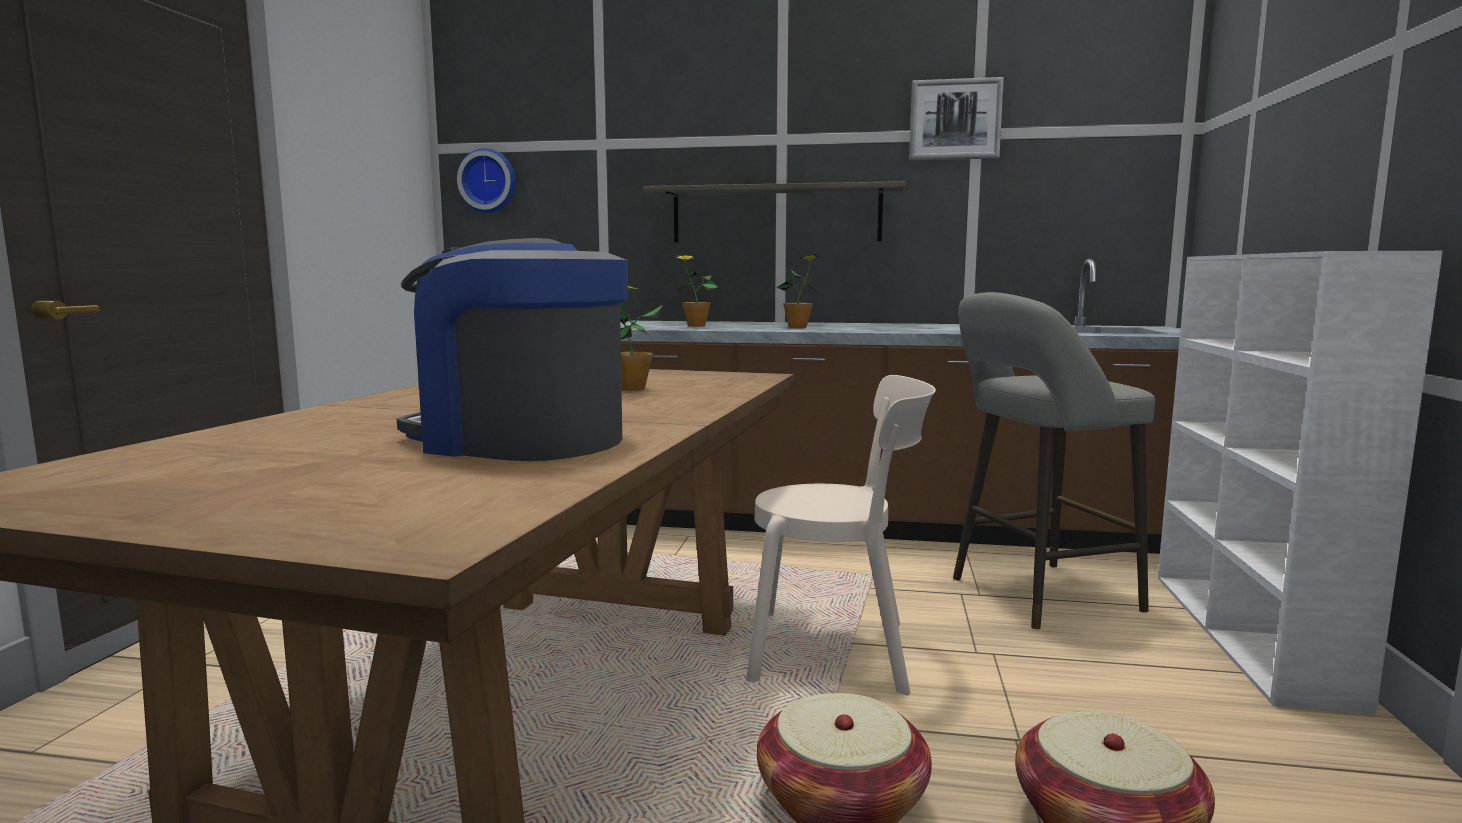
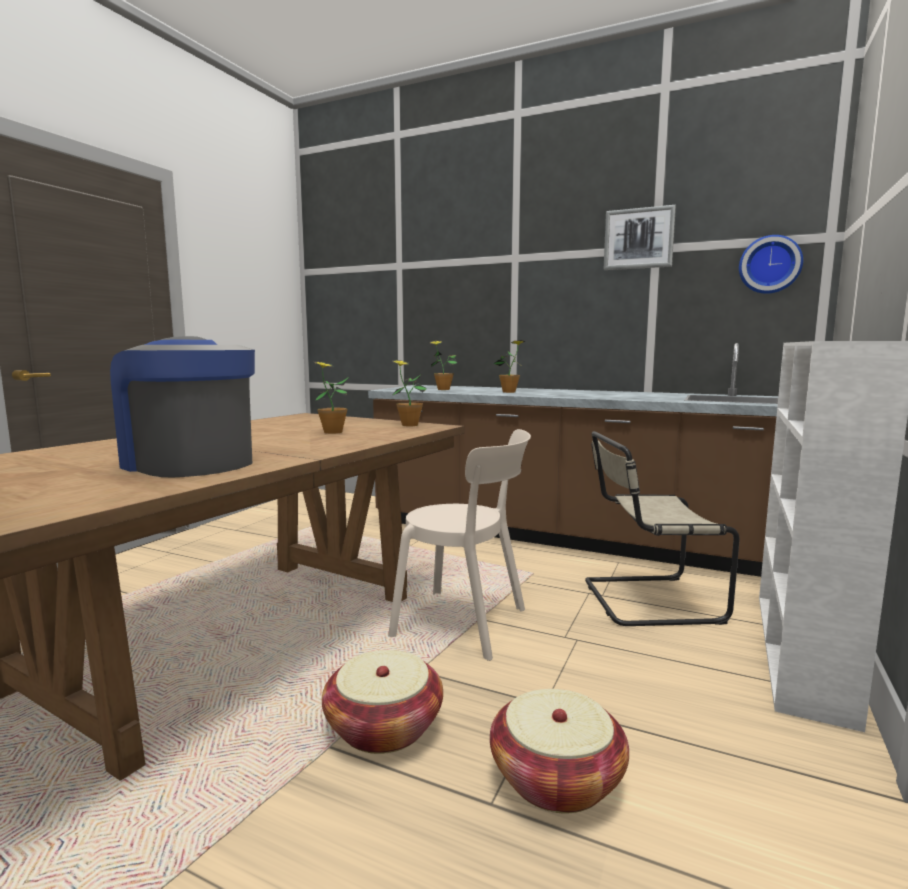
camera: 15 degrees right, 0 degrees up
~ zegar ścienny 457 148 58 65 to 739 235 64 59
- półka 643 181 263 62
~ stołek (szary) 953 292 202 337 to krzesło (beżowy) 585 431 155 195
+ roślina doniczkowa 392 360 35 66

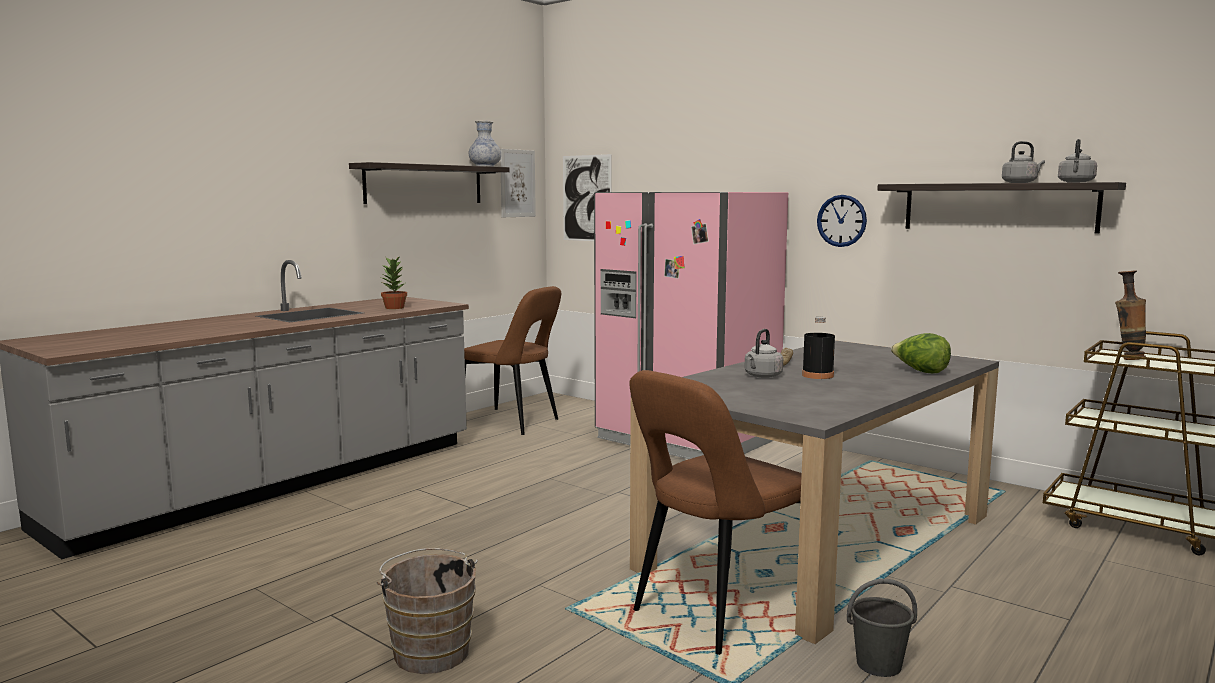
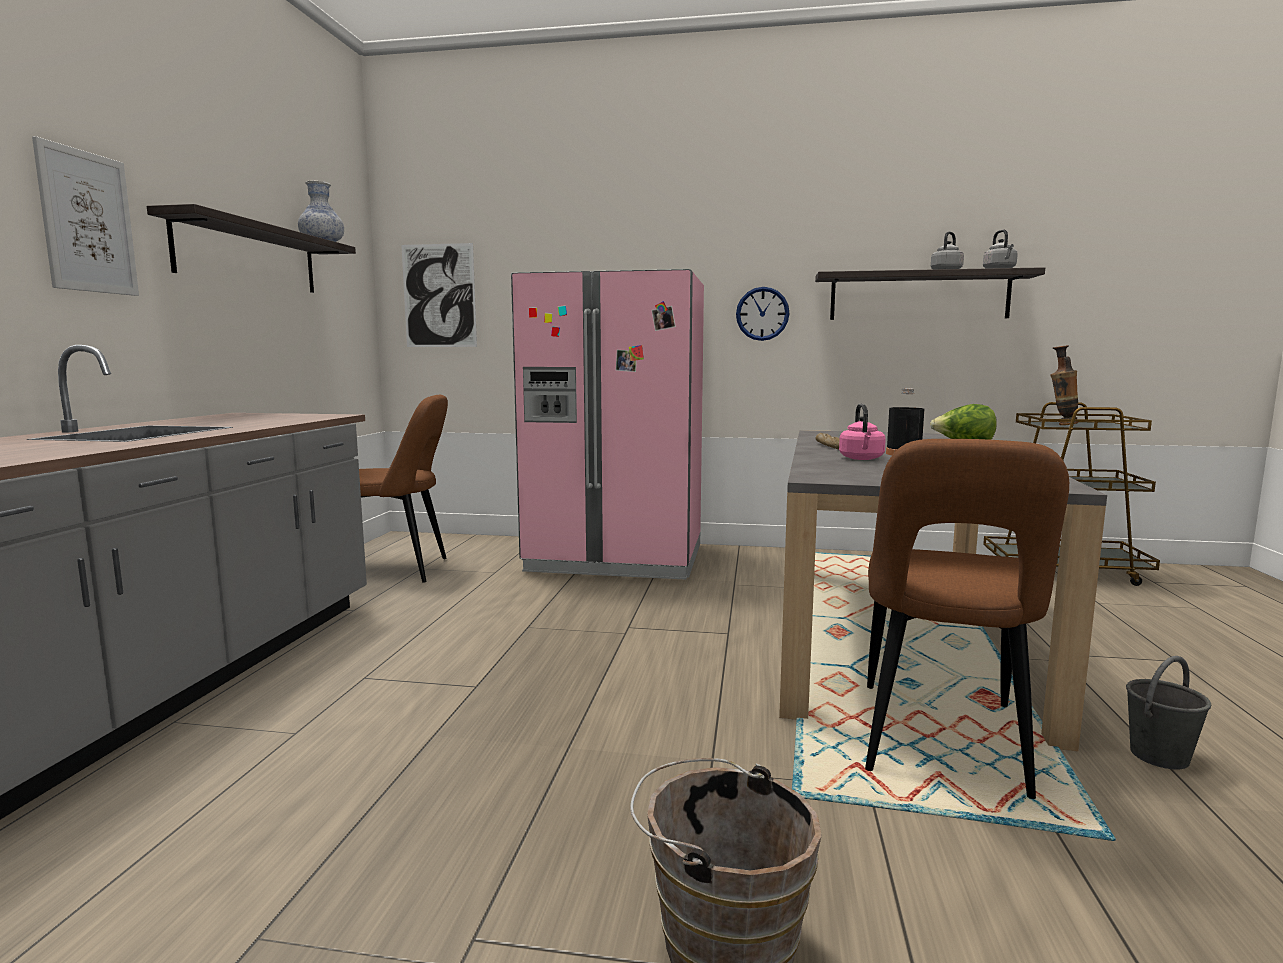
camera: 30 degrees left, 0 degrees up
- roślina doniczkowa 380 257 27 52
~ obraz 500 149 36 68 to 32 136 107 160
~ czajnik (szary) 745 329 38 49 to czajnik (różowy) 839 404 47 56

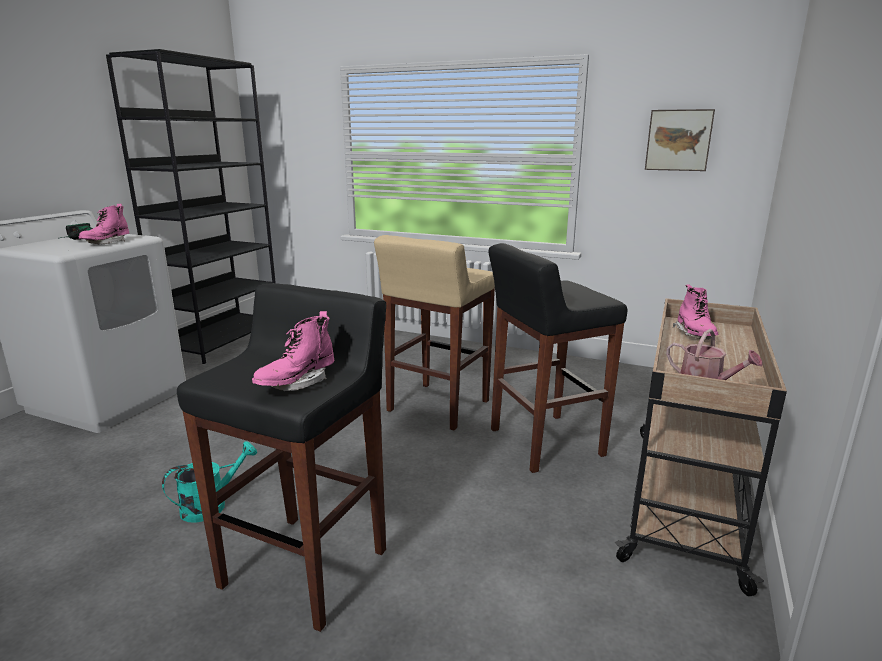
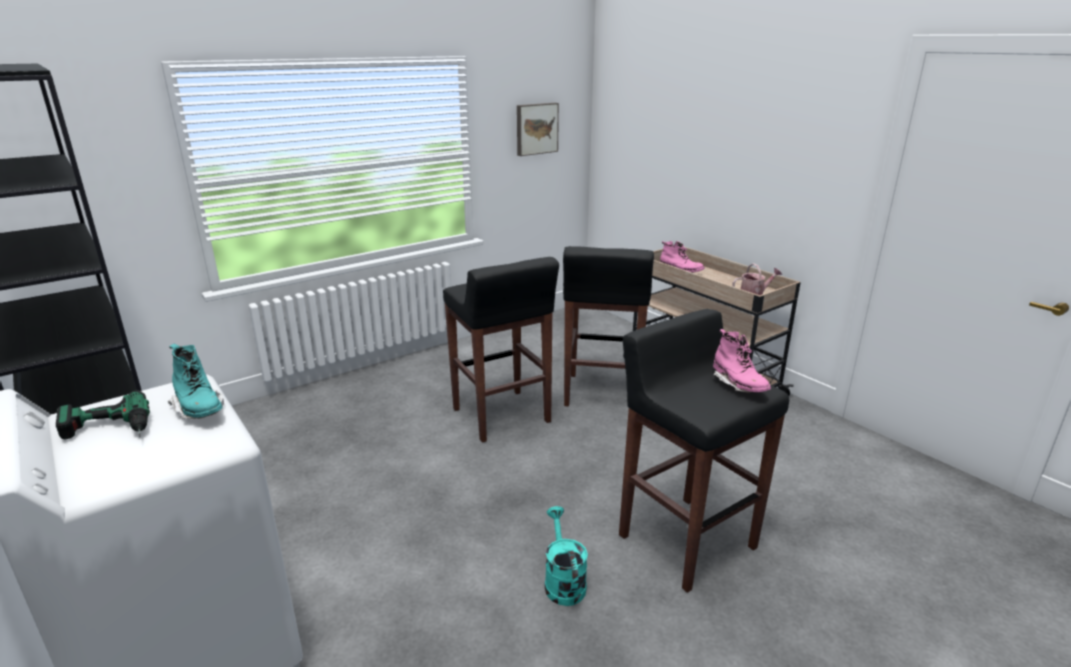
camera: 60 degrees left, 5 degrees up
~ but z cholewką (różowy) 78 204 51 41 to but z cholewką (turkusowy) 168 344 56 75
~ stołek (beżowy) 374 235 121 196 to stołek (czarny) 443 257 116 186

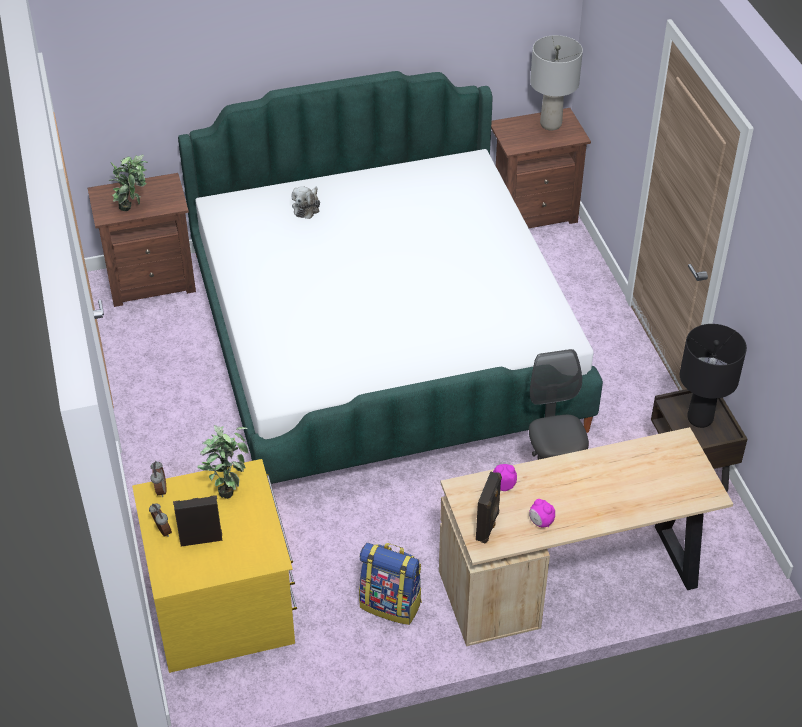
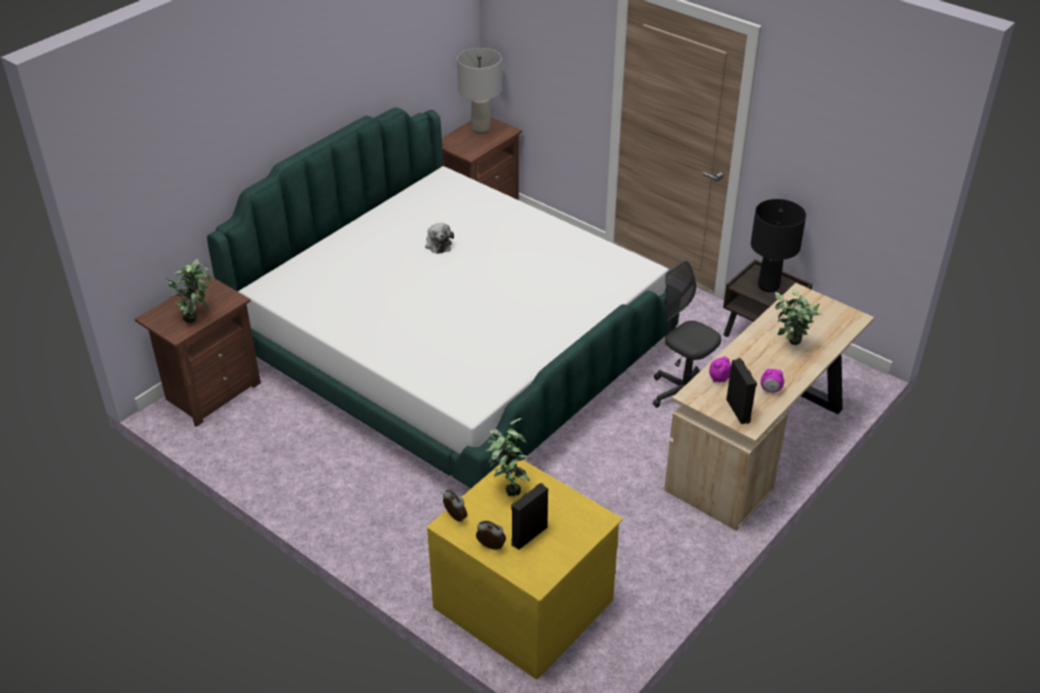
camera: 35 degrees left, 5 degrees down
~ pluszak 292 186 28 33 to 425 223 29 31
- plecak 359 543 63 82
+ roślina doniczkowa 775 290 47 55

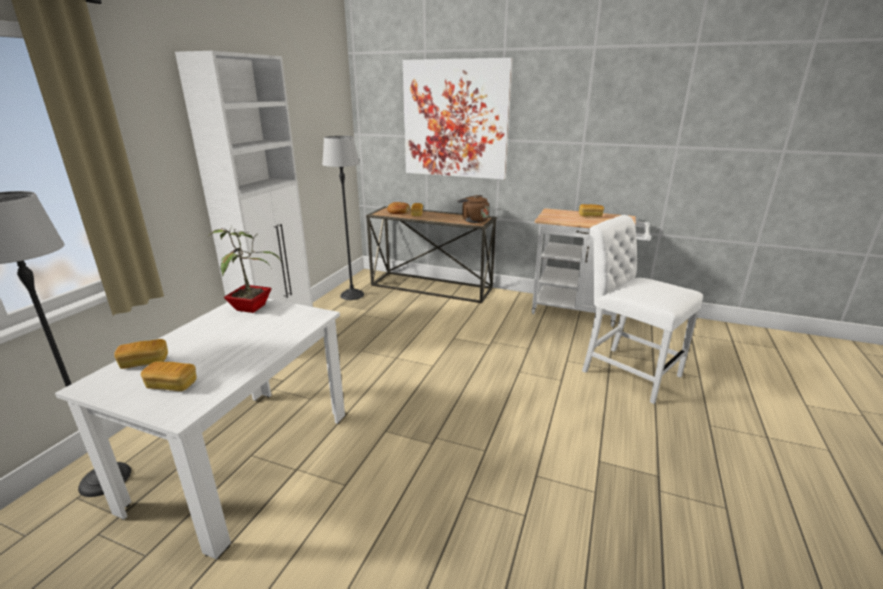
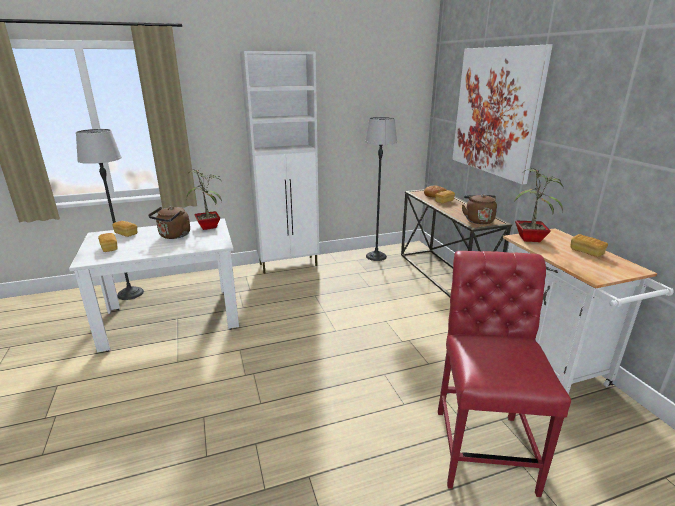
camera: 50 degrees right, 0 degrees up
~ krzesło (biały) 582 215 121 189 to krzesło (czerwony) 438 251 133 246
+ czajnik (brązowy) 148 207 42 32
+ roślina doniczkowa 514 168 49 74

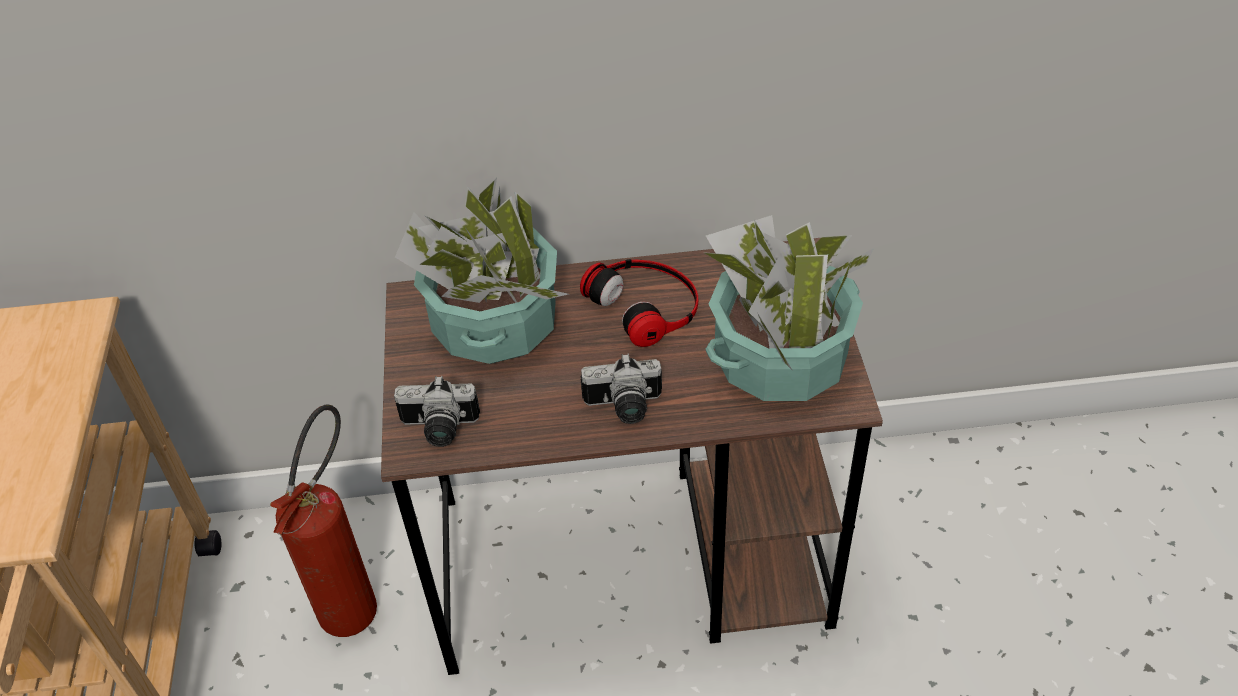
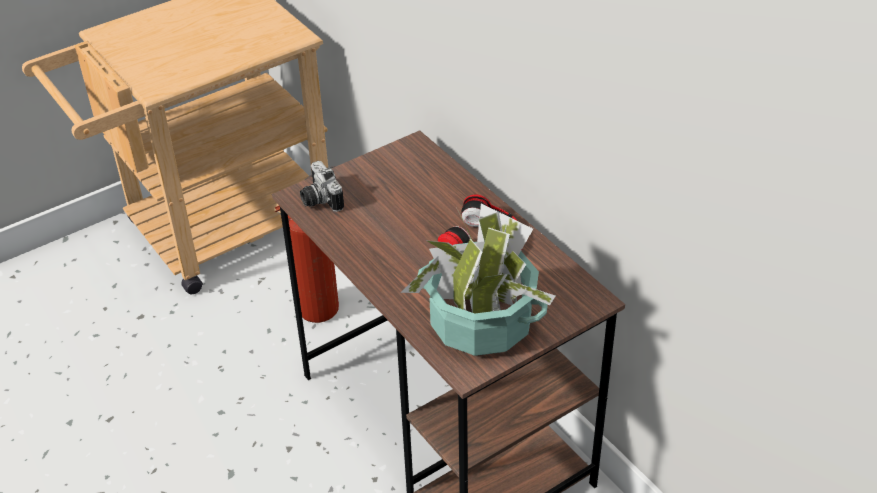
camera: 60 degrees right, 5 degrees down
- roślina doniczkowa 395 178 174 186
- aparat fotograficzny 581 353 81 71

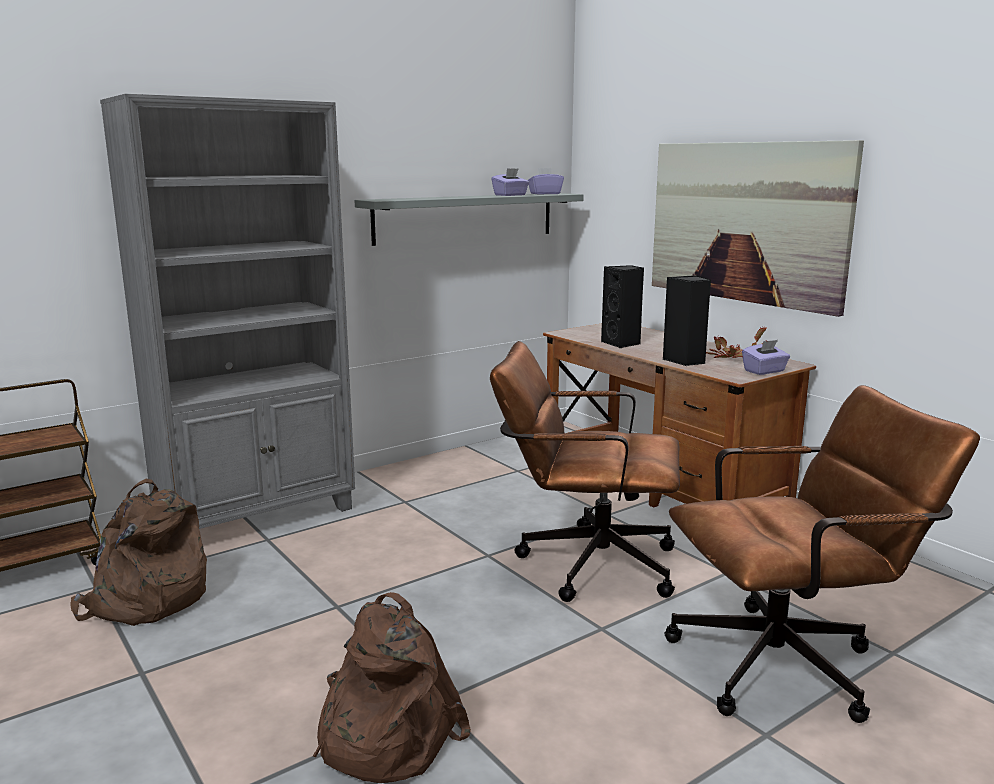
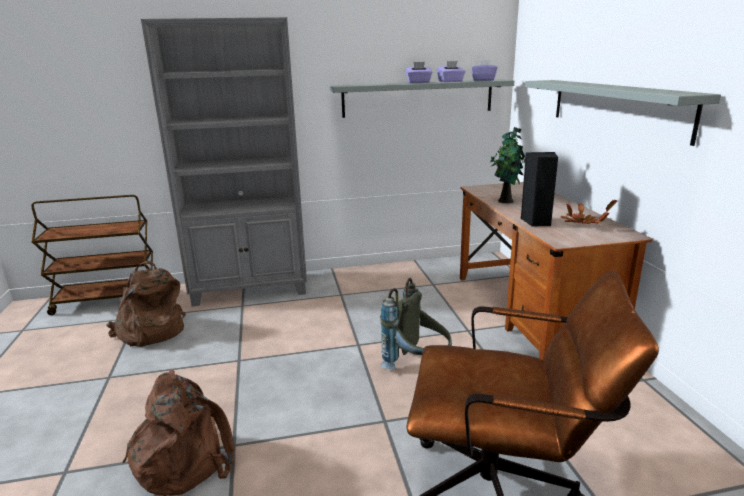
camera: 25 degrees right, 5 degrees up
~ krzesło biurowe (brązowy) 490 341 190 261 to plecak (szary) 380 278 72 92
~ głośnik (czarny) 601 265 43 83 to roślina doniczkowa 490 127 35 76
~ obraz 652 140 212 177 to półka (szary) 525 80 196 66
~ pudełko chusteczek (fioletowy) 742 340 48 35 to 405 62 27 21

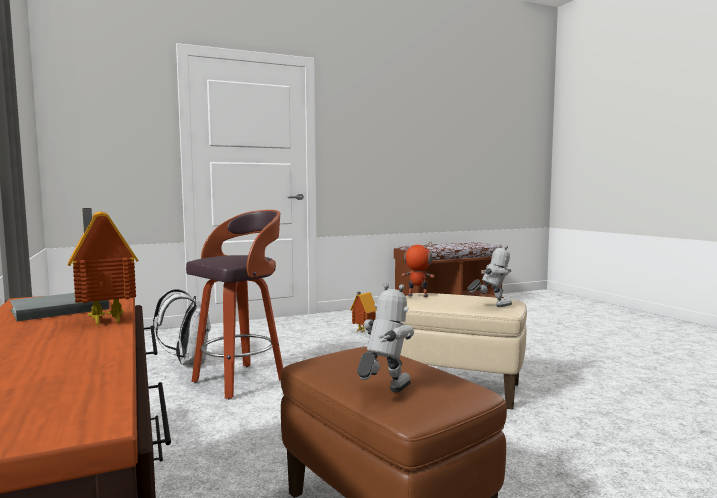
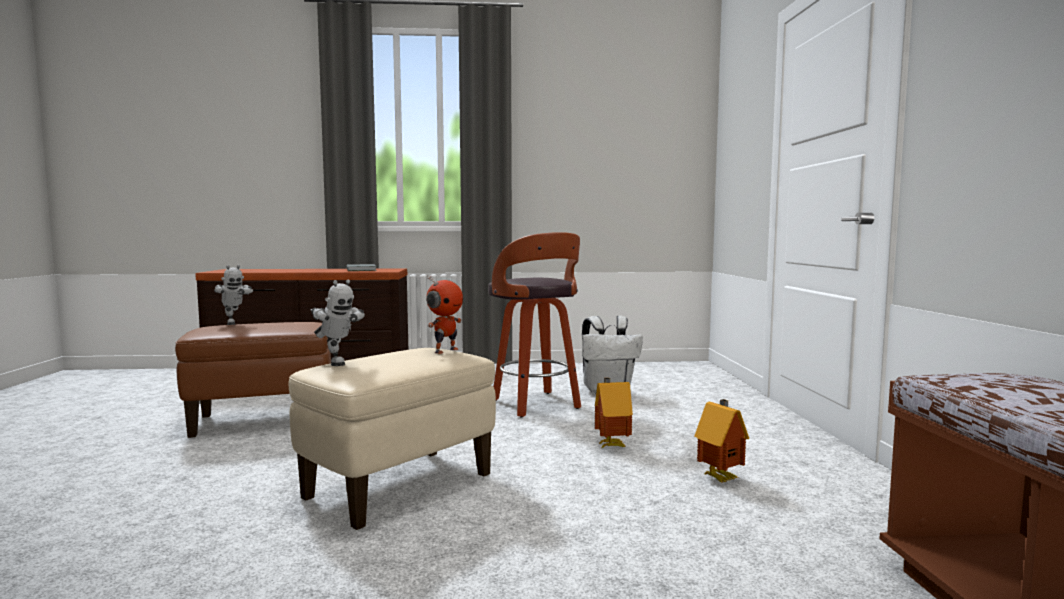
camera: 110 degrees right, 0 degrees up
~ domek 68 208 71 117 to 595 378 38 70
~ robot zabawkowy 467 245 45 62 = 311 279 54 87 45 degrees counterclockwise

